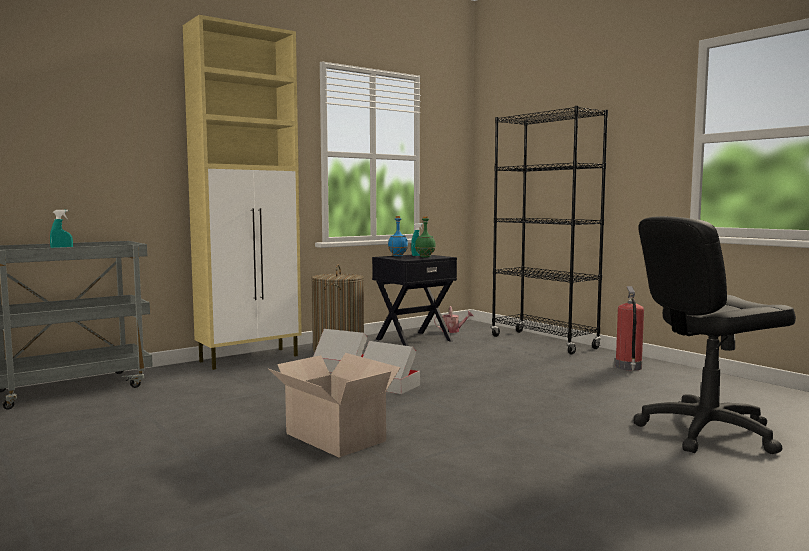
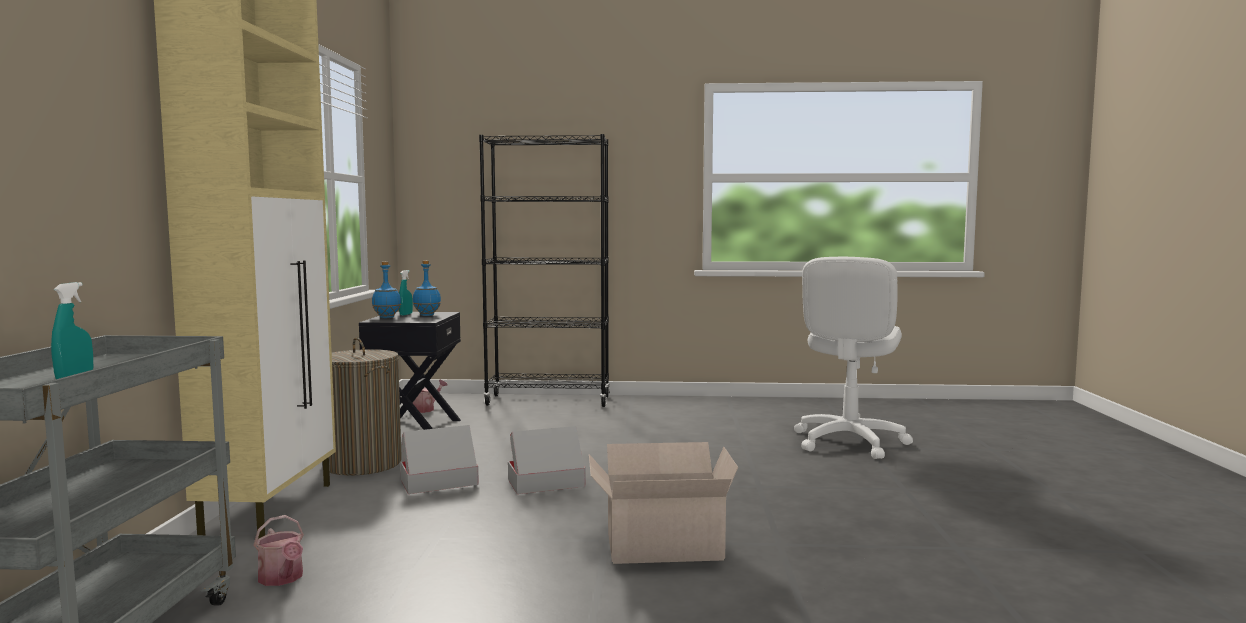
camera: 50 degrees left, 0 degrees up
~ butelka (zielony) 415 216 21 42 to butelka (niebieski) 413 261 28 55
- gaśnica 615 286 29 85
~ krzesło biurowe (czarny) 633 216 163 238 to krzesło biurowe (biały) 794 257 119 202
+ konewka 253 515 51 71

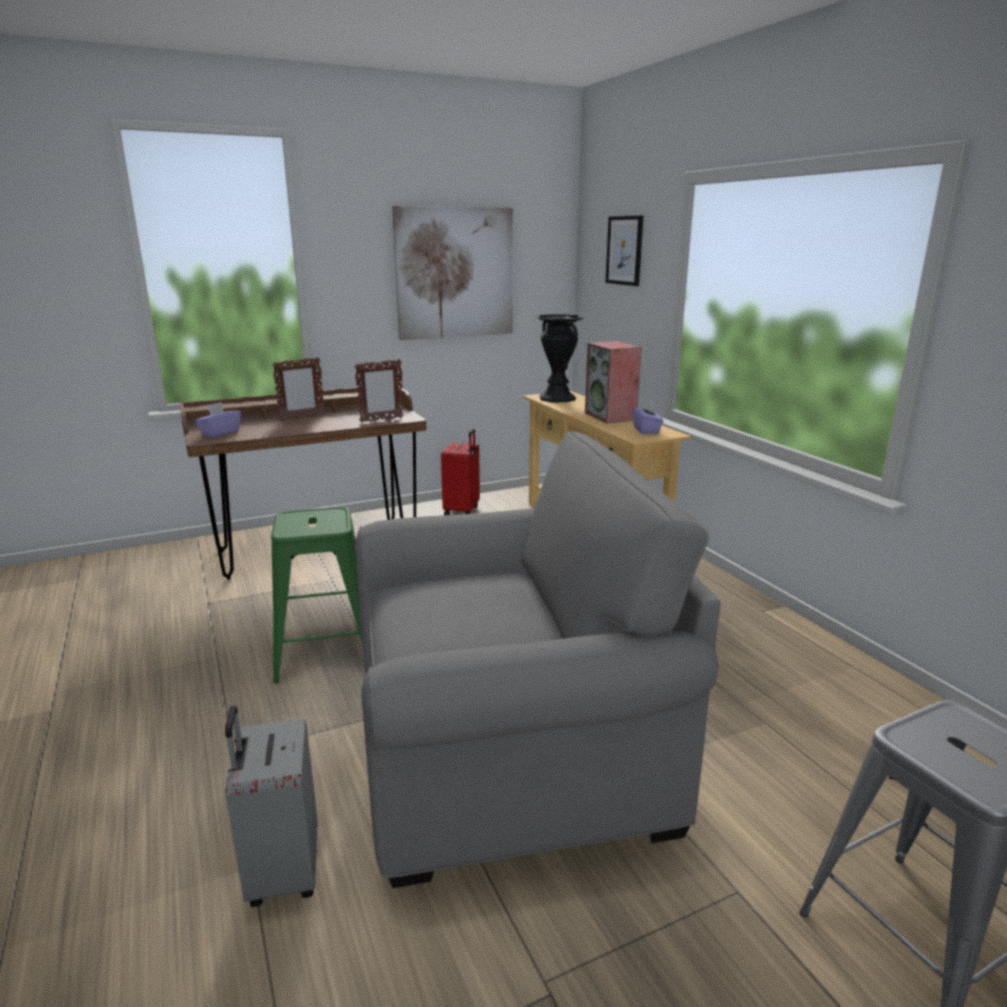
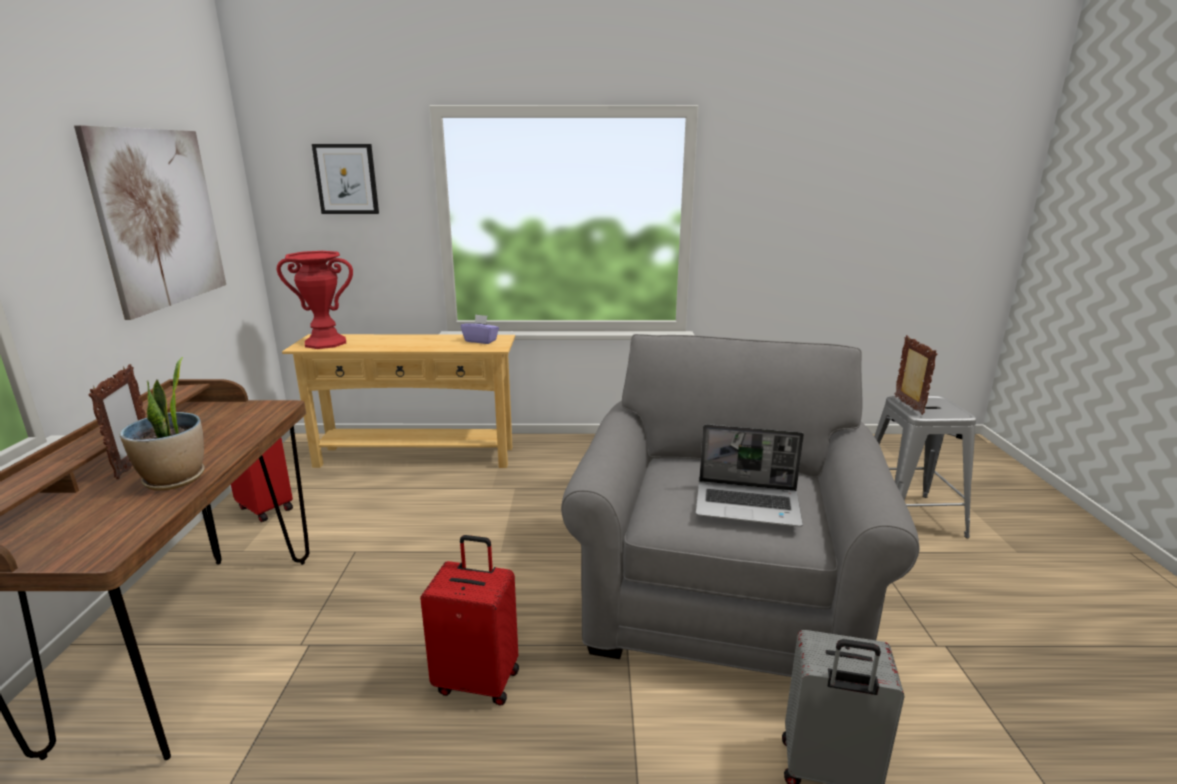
camera: 65 degrees left, 0 degrees up
- pudełko chusteczek (fioletowy) 195 402 46 35
~ stołek (zielony) 271 507 91 176 to walizka (czerwony) 420 535 99 171
~ ramka na zdjęcie 354 359 50 64 to 895 335 42 80
~ wazon (czarny) 536 314 48 88 to wazon (czerwony) 277 251 76 98
- głośnik 585 341 57 82
+ roślina doniczkowa 120 357 85 134
+ laptop 696 424 108 103

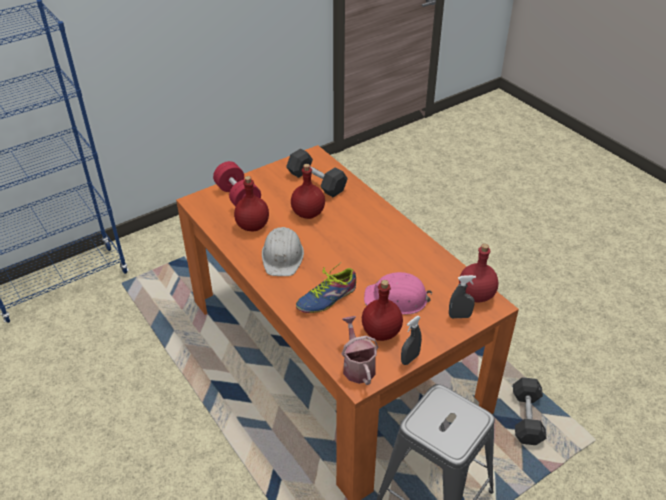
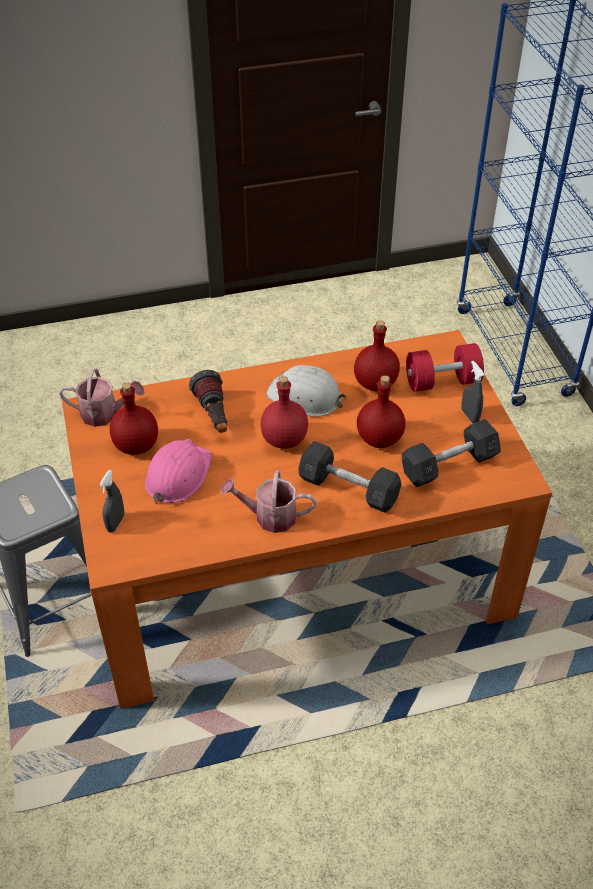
camera: 110 degrees right, 5 degrees up
~ but 296 263 60 50 to latarka 189 370 38 63
~ spryskiwacz (szary) 401 316 21 49 to 461 361 23 62
~ butelka (czerwony) 459 244 39 59 to 260 376 48 73
~ hantel (szary) 513 377 33 68 to 298 441 104 72
+ konewka 220 470 96 63

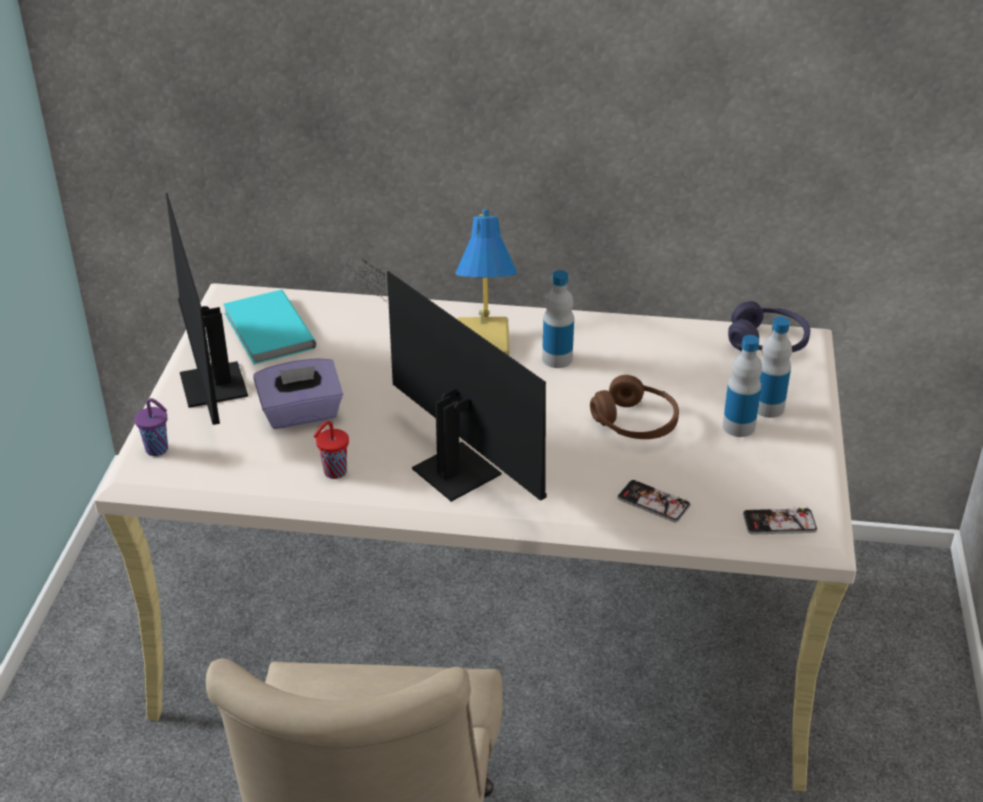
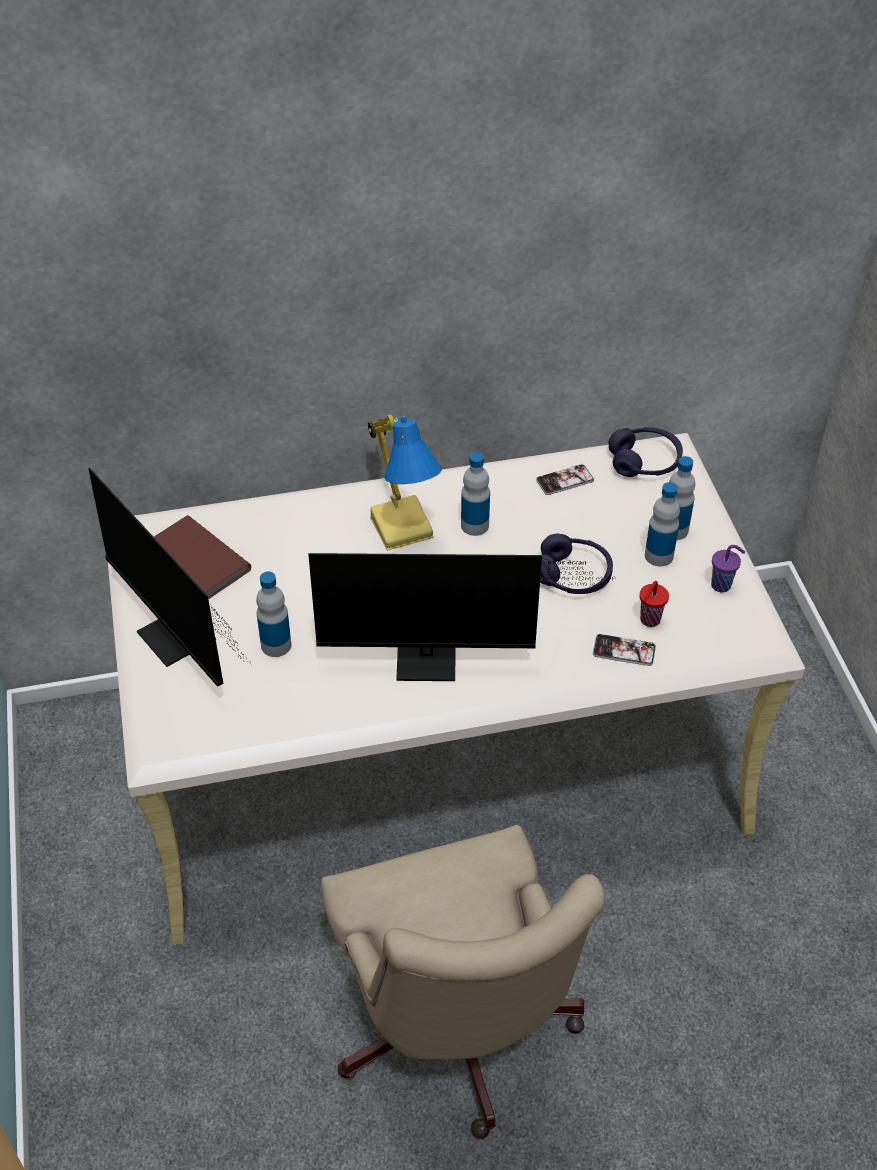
camera: 20 degrees left, 10 degrees up
~ filiżanka (fioletowy) 134 398 34 58 to 711 545 34 47
~ książka (turkusowy) 223 290 93 75 to książka (brązowy) 154 515 97 84
~ pudełko chusteczek (fioletowy) 253 358 90 71 to butelka 256 571 36 86
~ filiżanka (czerwony) 314 421 35 58 to 640 581 29 46
~ monitor 347 260 200 242 = 308 553 308 128 150 degrees clockwise
~ słuchawki (brązowy) 590 375 89 64 to słuchawki (fioletowy) 540 534 73 60
~ telefon 743 507 74 28 to 536 464 58 31

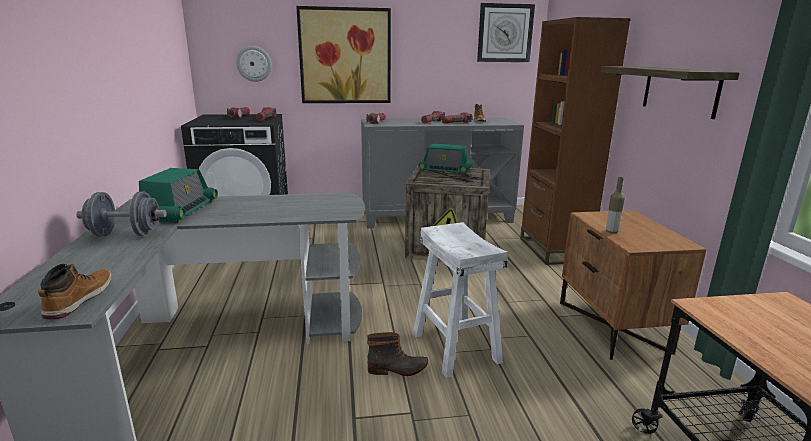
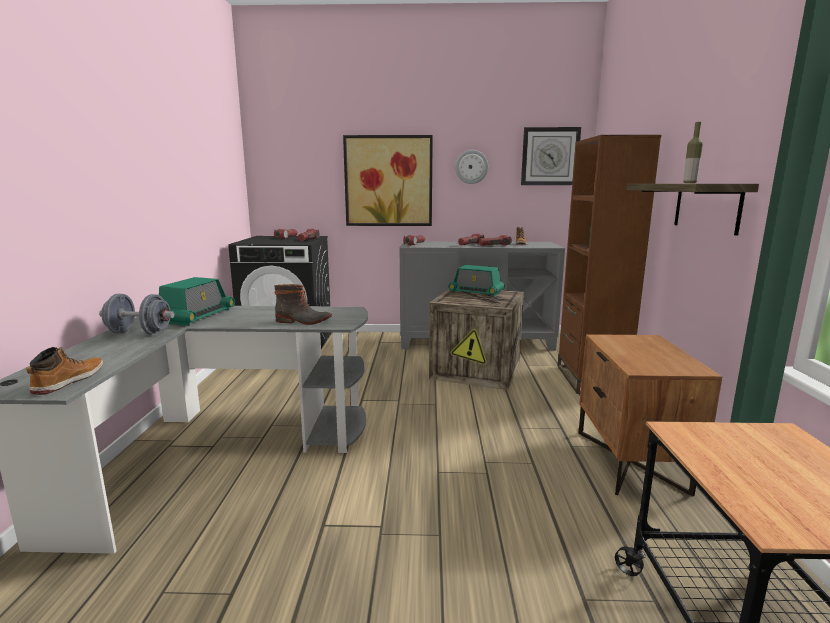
camera: 10 degrees right, 5 degrees down
~ zegar ścienny 236 46 36 36 to 455 150 33 34
~ but z cholewką 367 332 61 44 to 274 284 58 41
- stołek (biały) 413 222 95 156
~ butelka 606 177 19 56 to 683 122 20 61

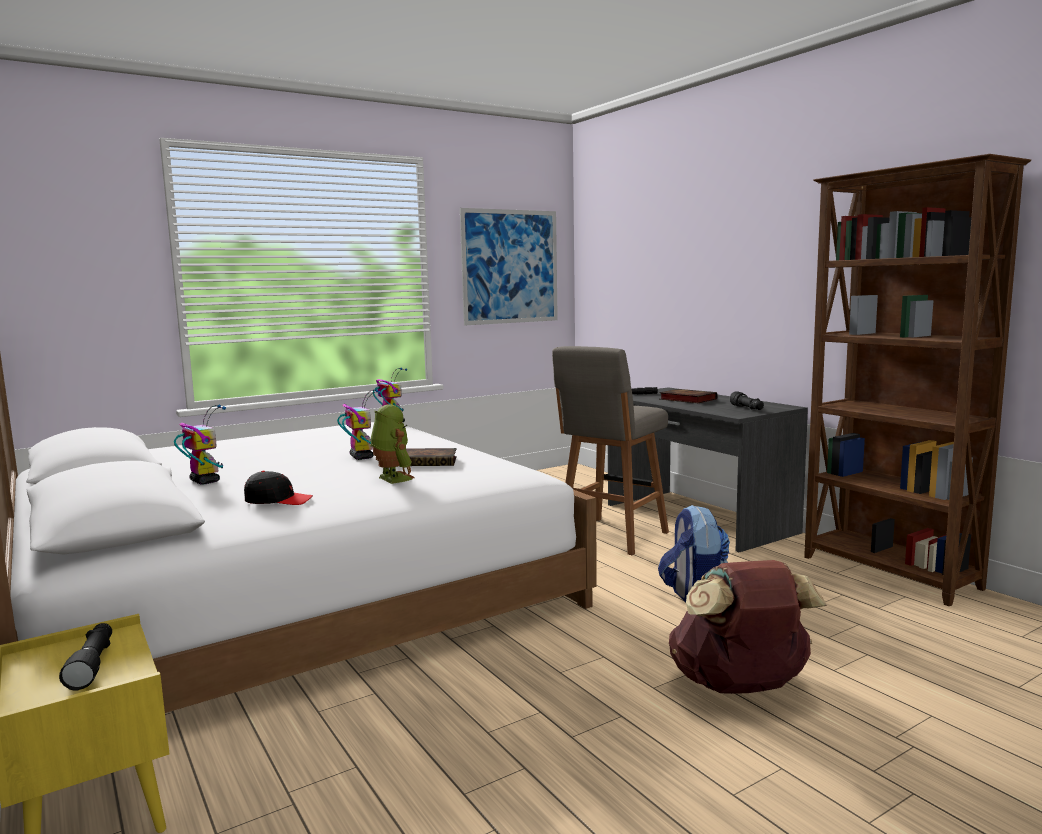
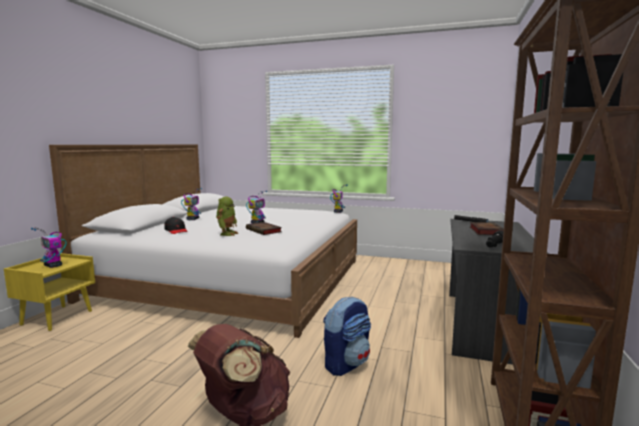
camera: 50 degrees right, 0 degrees up
~ latarka (czarny) 59 623 53 67 to robot zabawkowy 31 228 36 40
- obraz 460 208 98 117
- stołek (szary) 552 346 117 209

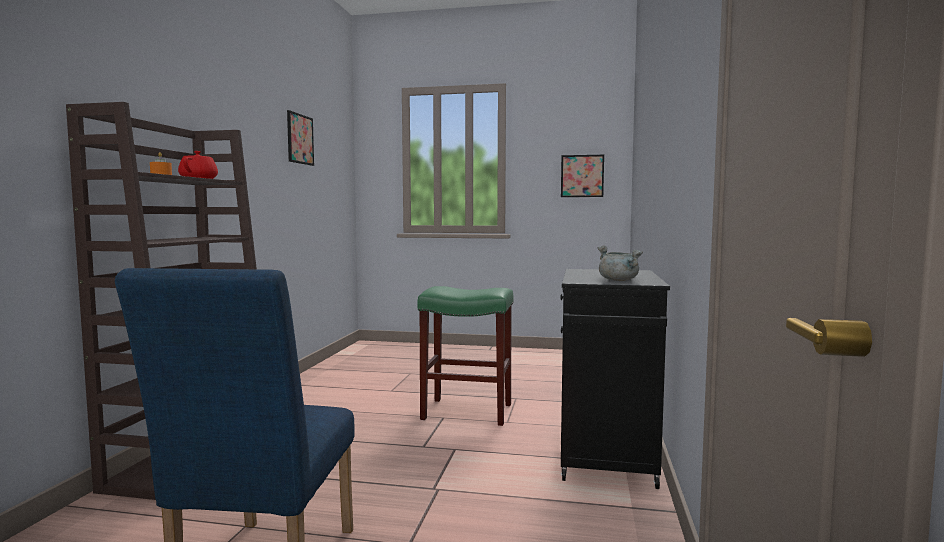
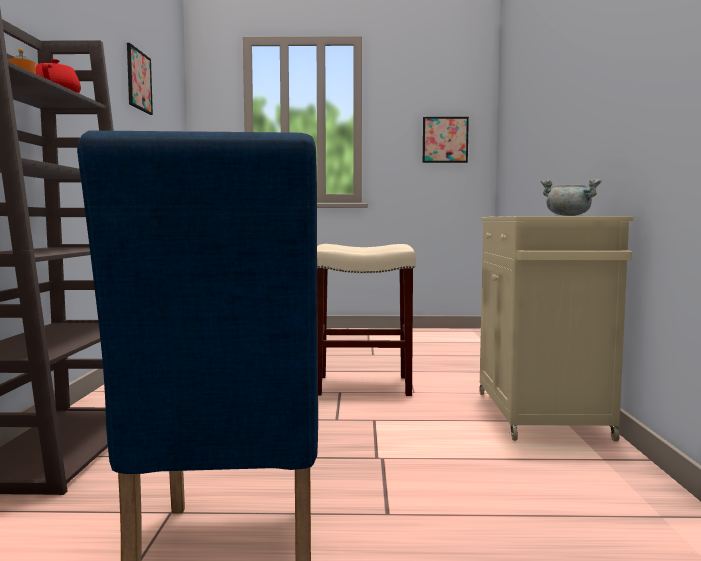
camera: 10 degrees left, 0 degrees up
~ stołek (zielony) 417 286 97 140 to stołek (beżowy) 317 244 99 152
~ szafka (czarny) 560 269 110 220 to szafka (beżowy) 479 216 155 225

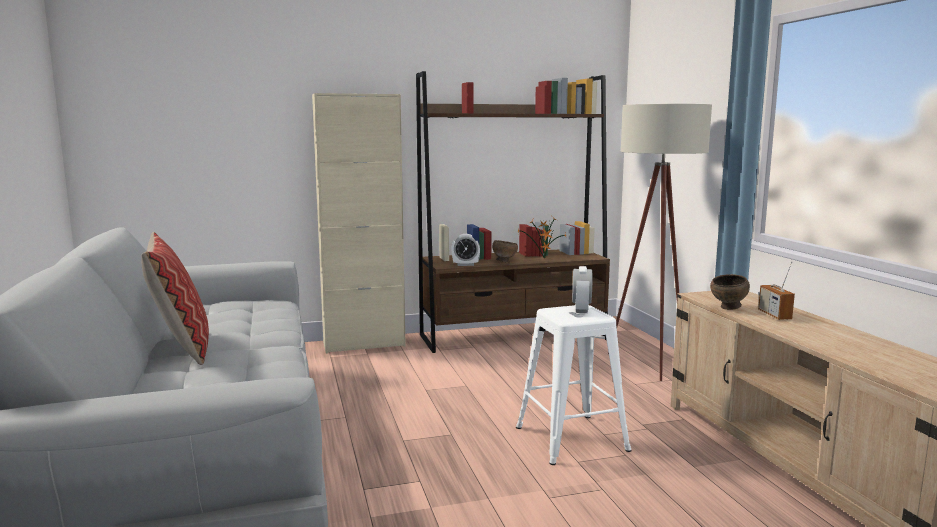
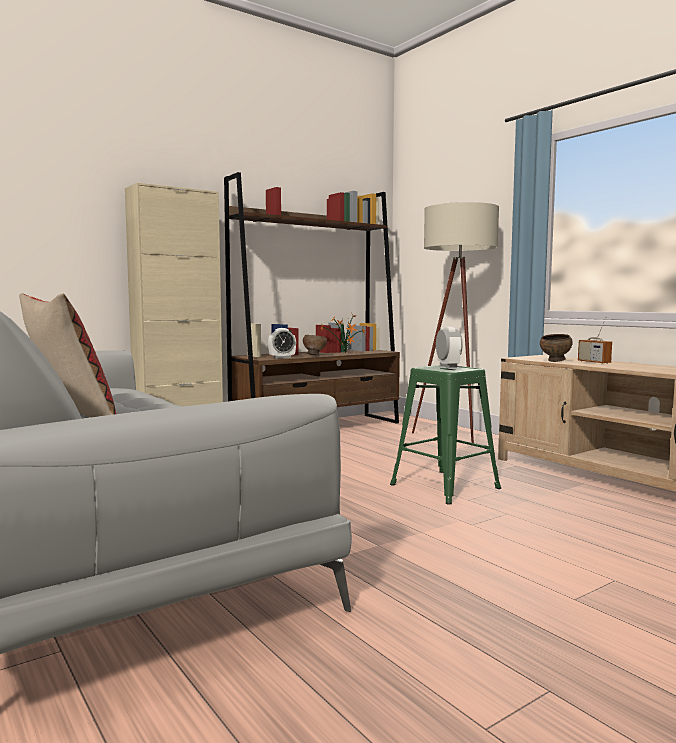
camera: 20 degrees left, 5 degrees down
~ stołek (biały) 516 305 116 160 to stołek (zielony) 390 365 111 140

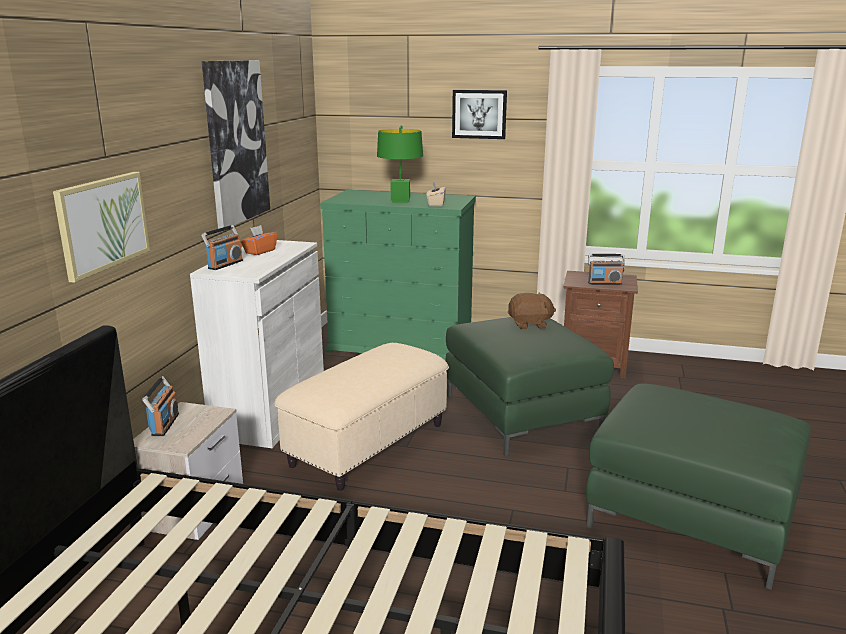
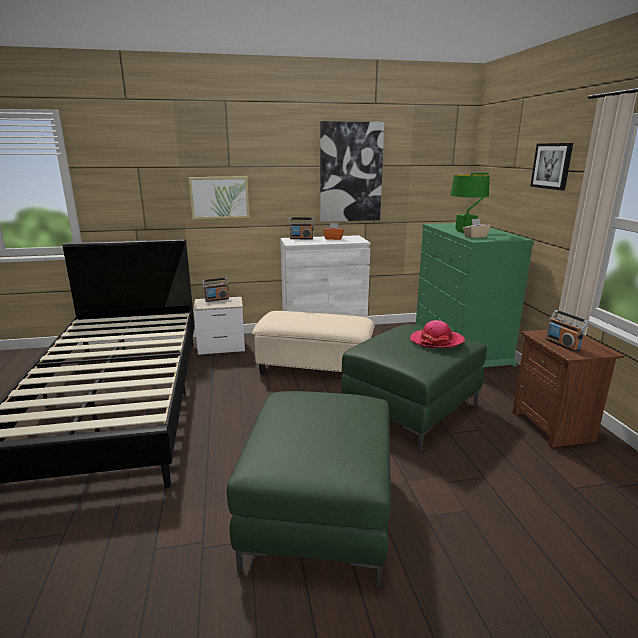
camera: 65 degrees right, 0 degrees up
~ pluszak (brązowy) 508 293 48 36 to kapelusz 410 320 55 28

